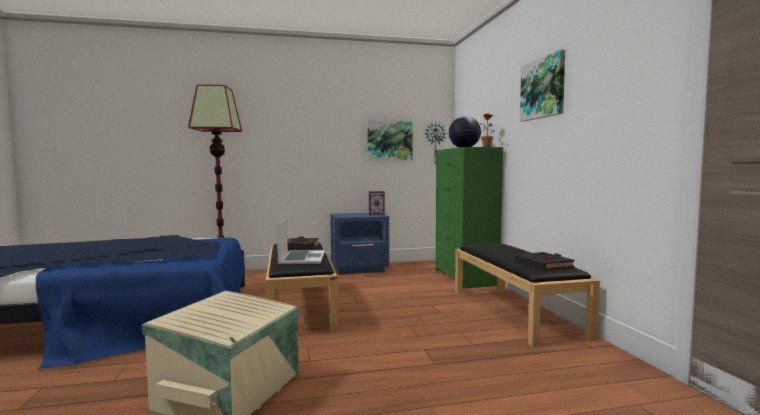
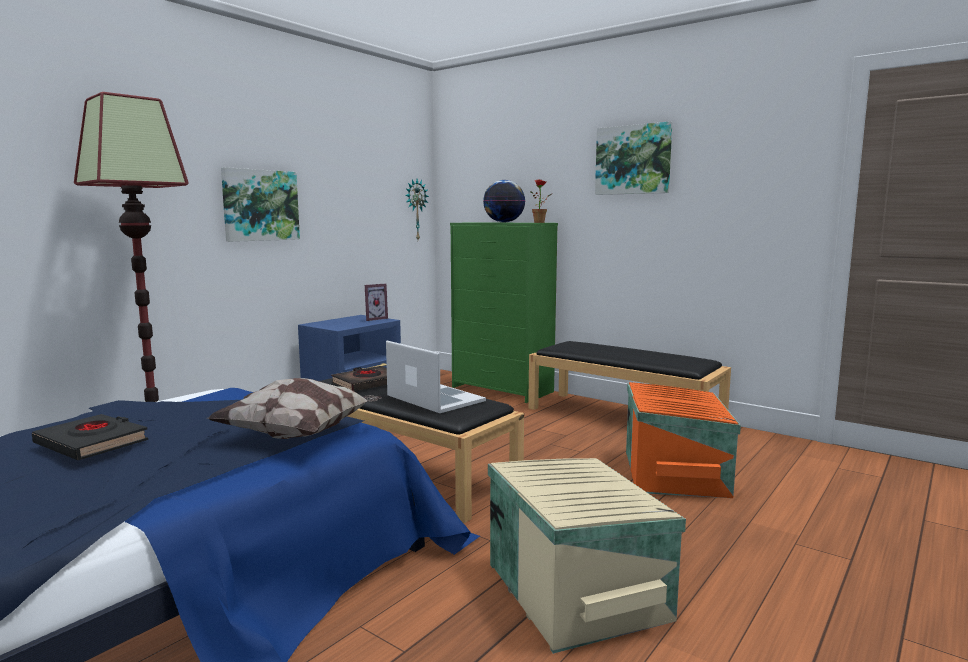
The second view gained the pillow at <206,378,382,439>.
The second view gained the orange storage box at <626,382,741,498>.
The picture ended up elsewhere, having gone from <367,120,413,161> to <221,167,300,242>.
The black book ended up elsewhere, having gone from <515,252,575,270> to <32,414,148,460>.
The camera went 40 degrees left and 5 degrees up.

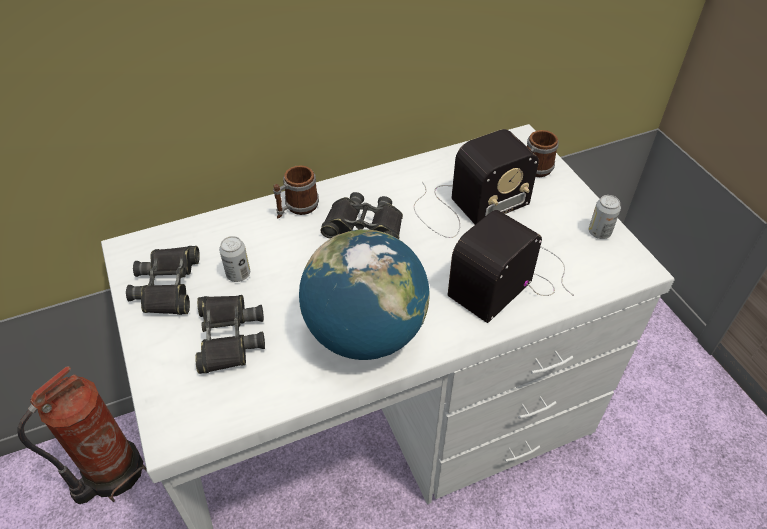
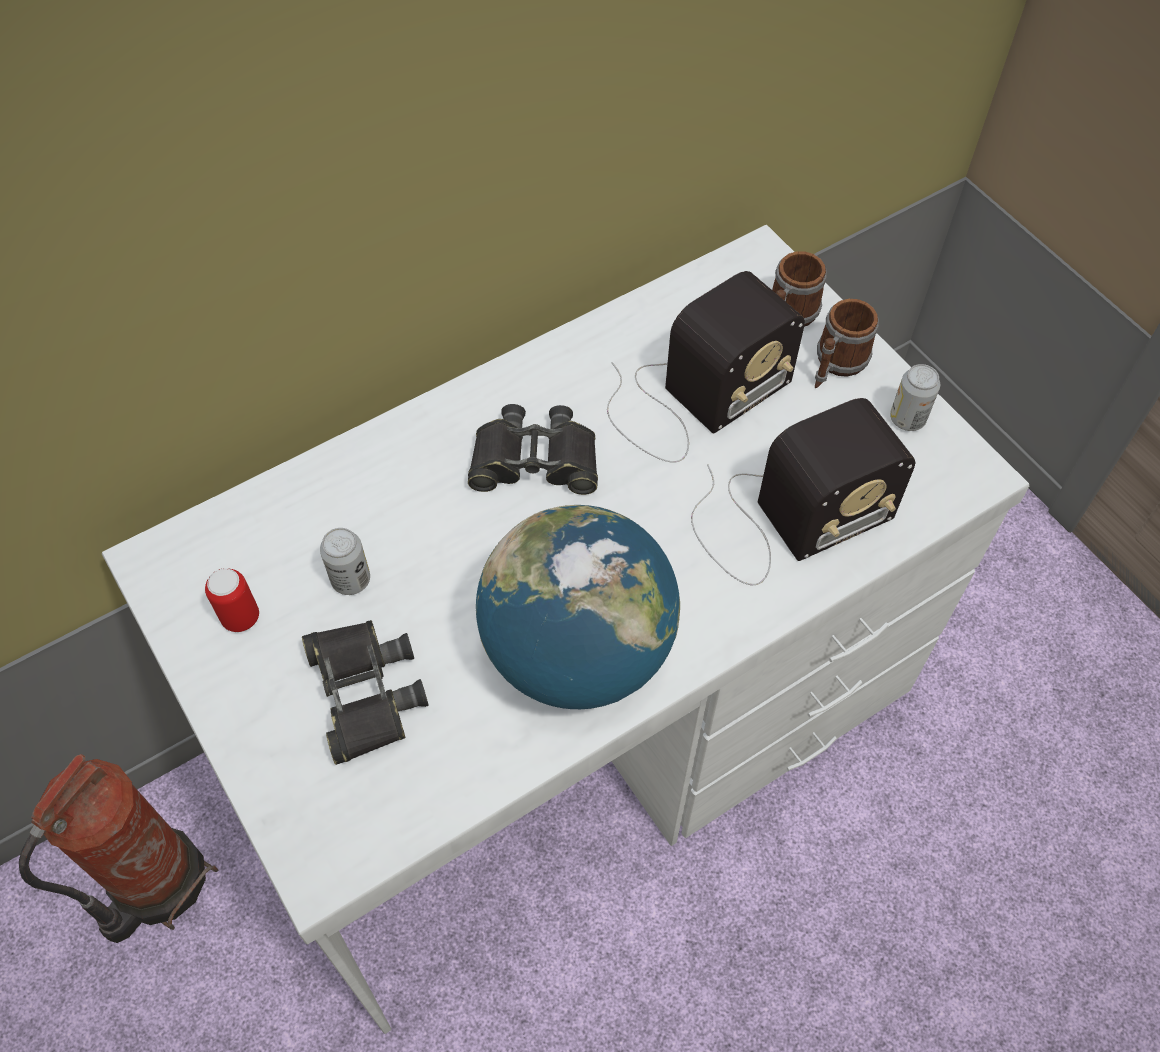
The mug ended up elsewhere, having gone from <273,165,319,219> to <815,299,879,388>.
Where the black binoculars stood at <126,246,200,315>, the can came to stand at <205,568,259,632>.
The radio at <448,210,573,323> ended up facing another way, 150 degrees counterclockwise from before.
The camera went 10 degrees left and 10 degrees up.

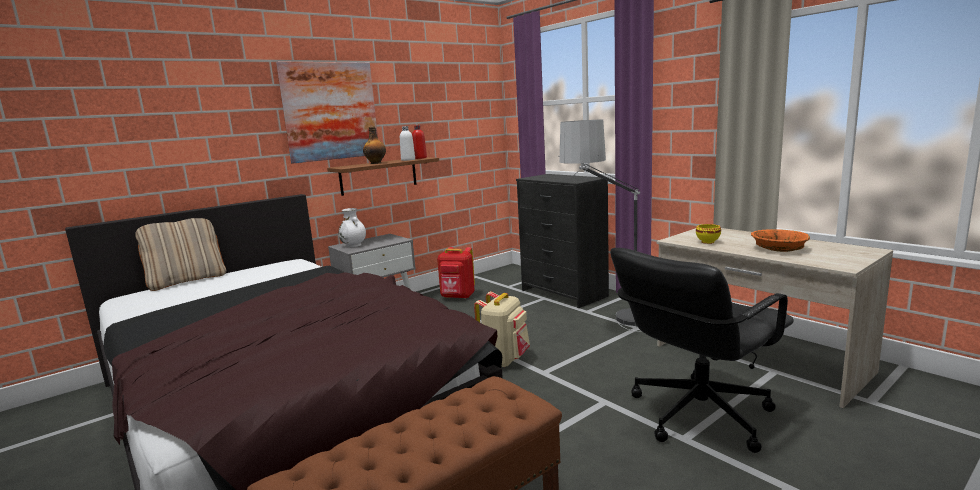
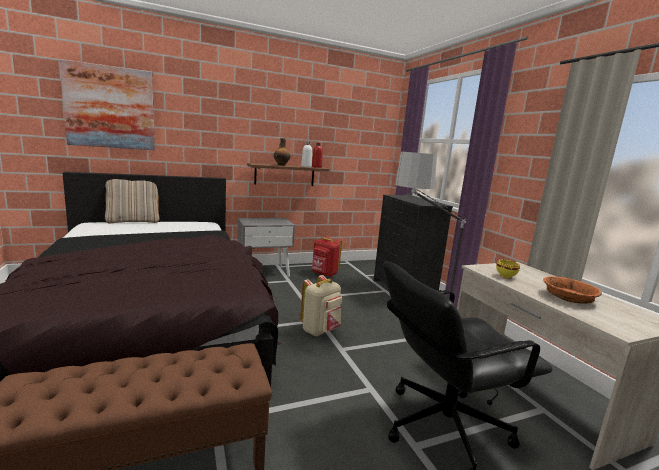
The second view lost the white vase at <338,208,366,248>.
The picture ended up elsewhere, having gone from <276,61,378,163> to <59,59,155,150>.
The camera went 15 degrees right and 0 degrees up.

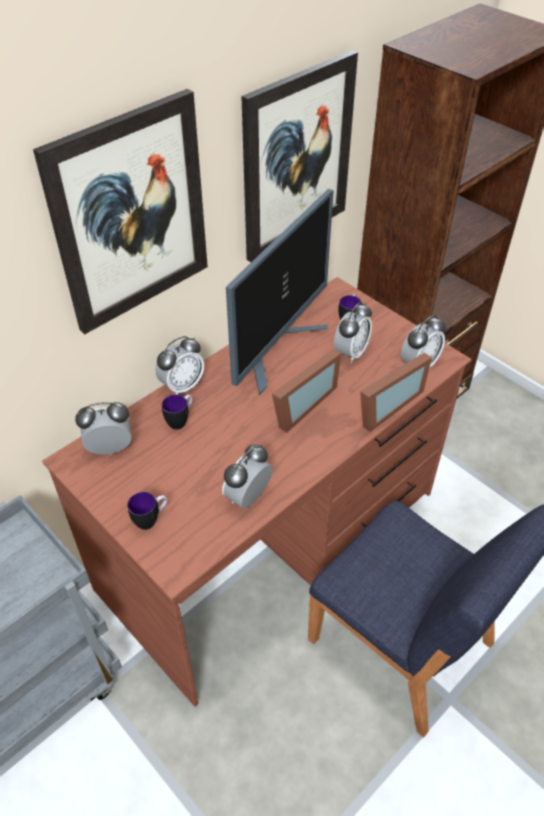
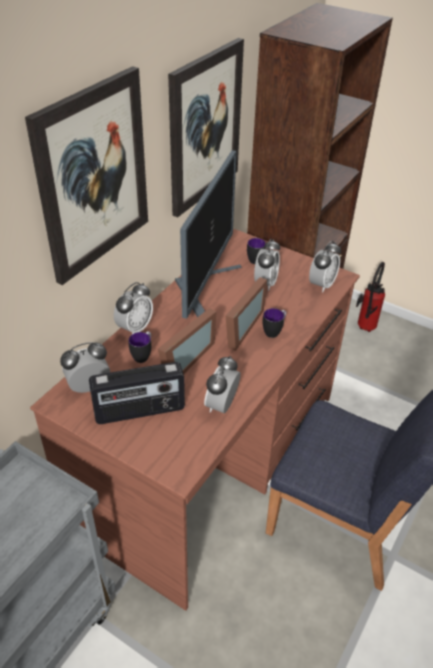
The second view gained the radio at <89,362,185,424>.
The second view gained the fire extinguisher at <356,262,385,332>.
The mug ended up elsewhere, having gone from <127,492,167,530> to <262,308,286,338>.
The picture frame ended up elsewhere, having gone from <360,353,432,432> to <158,308,216,374>.
The camera went 15 degrees left and 5 degrees down.

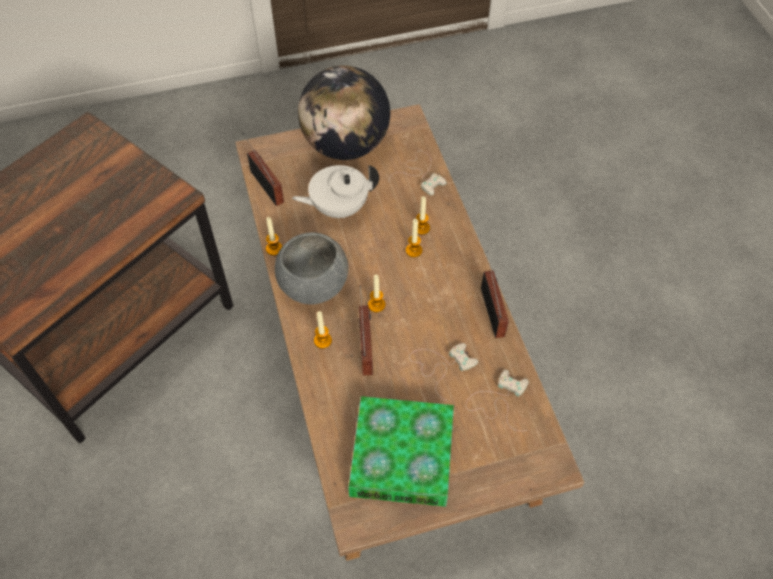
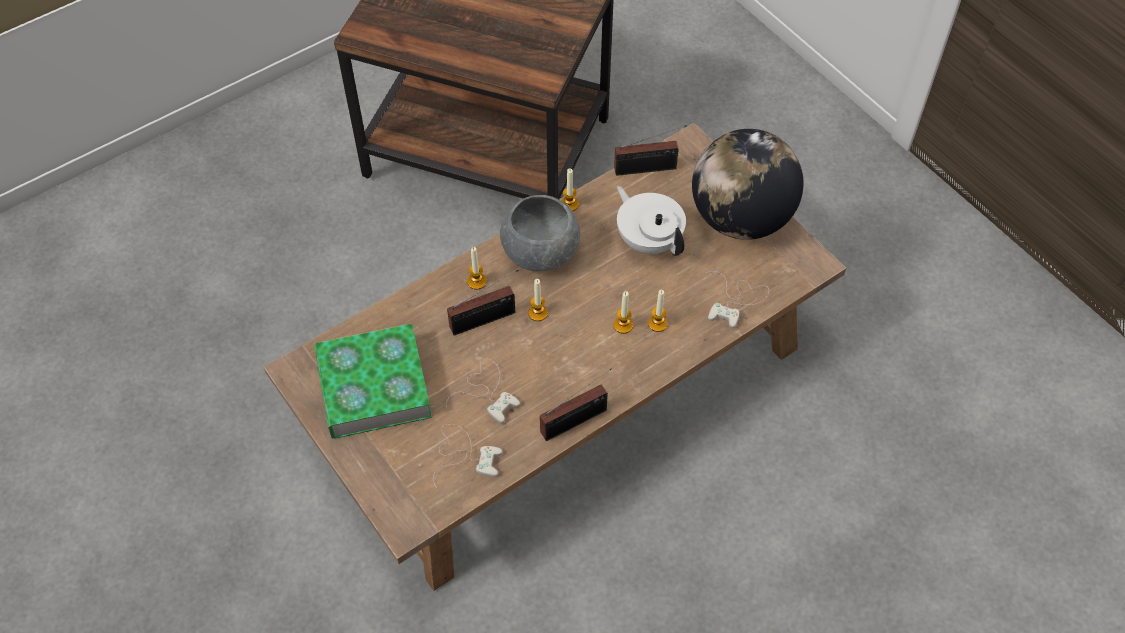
The radio at <243,133,284,206> ended up facing another way, 45 degrees clockwise from before.
The camera went 70 degrees right and 0 degrees up.

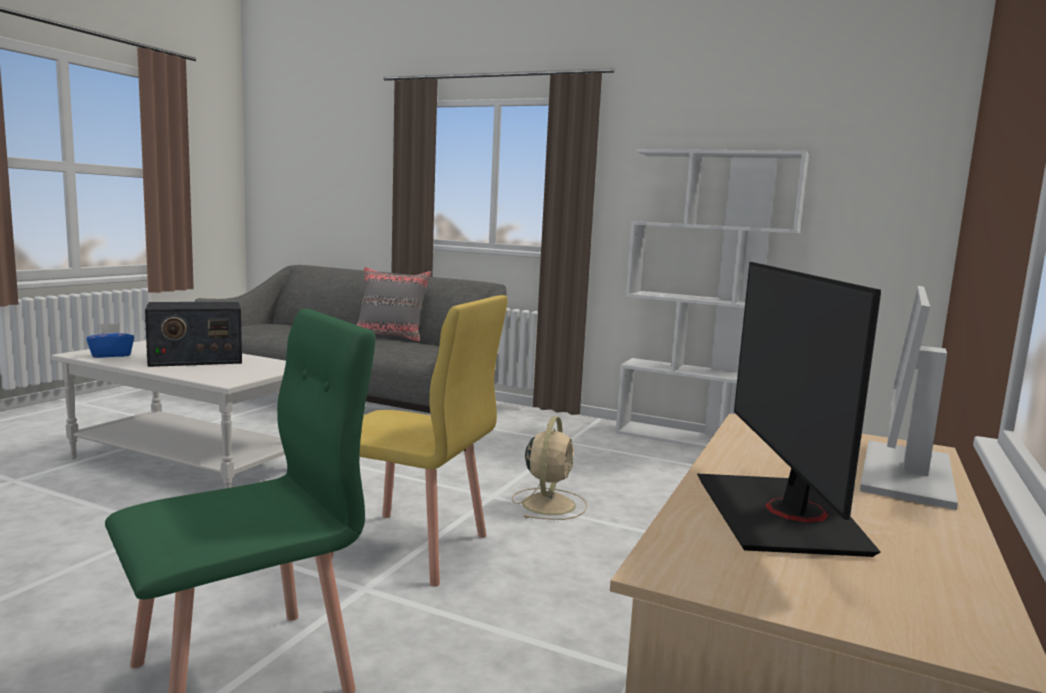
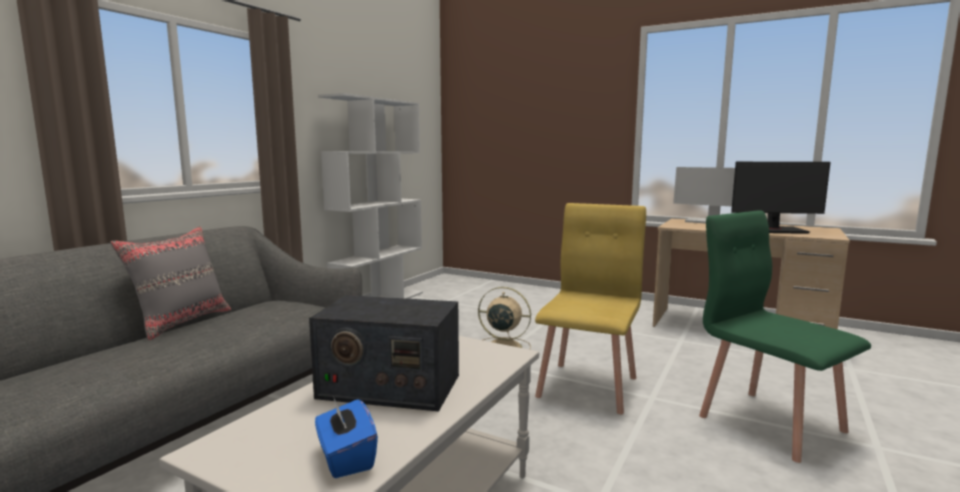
The radio at <145,302,242,367> ended up facing another way, 120 degrees clockwise from before.
The camera went 85 degrees left and 0 degrees up.

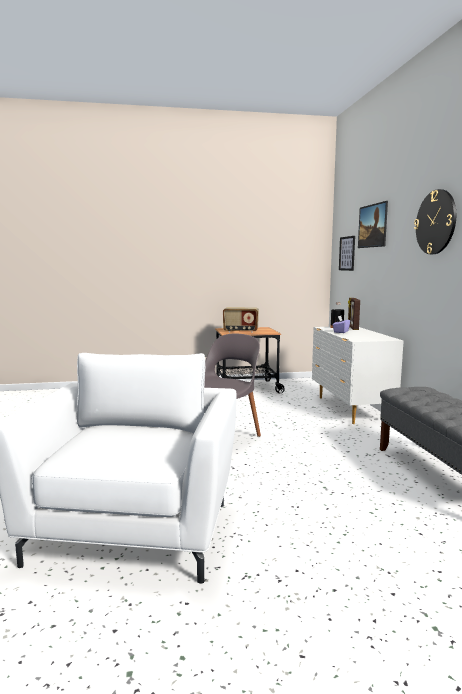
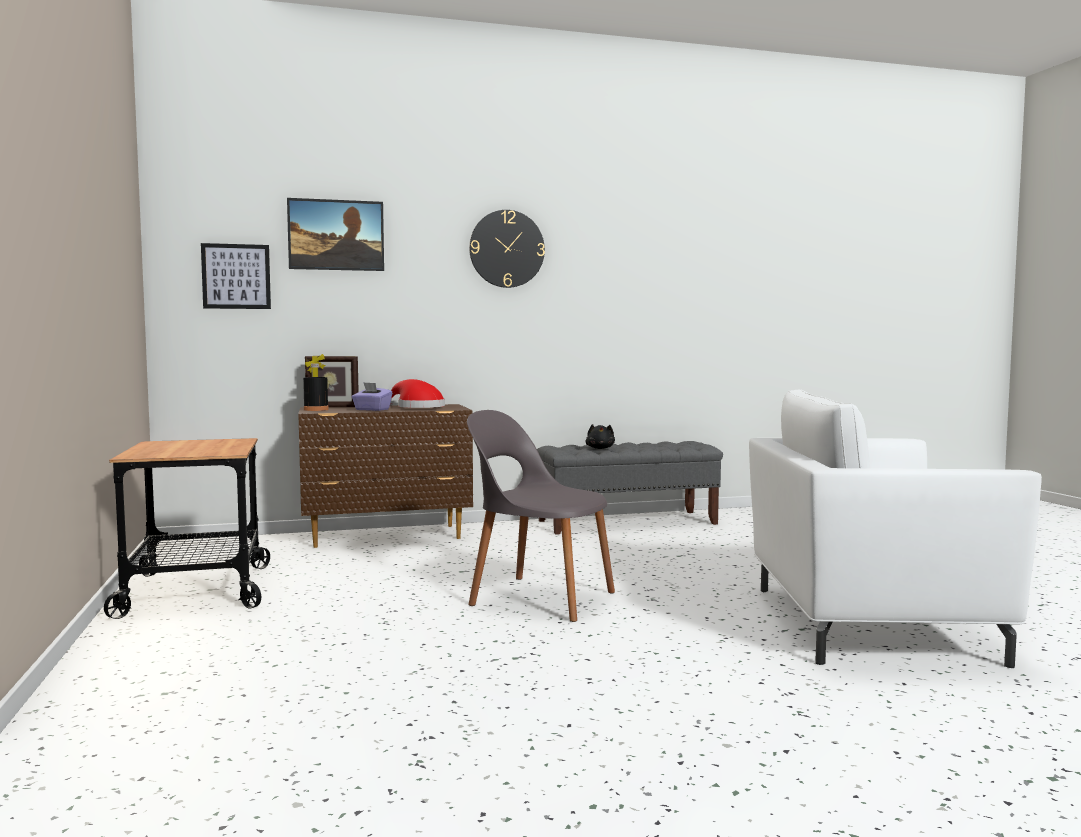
The second view lost the radio at <223,307,259,333>.
The second view gained the red hat at <390,379,445,408>.
The second view gained the black plush toy at <586,424,615,449>.
What was the white dresser at <312,327,404,424> turned into the brown dresser at <298,404,473,548>.
The camera went 95 degrees left and 5 degrees down.

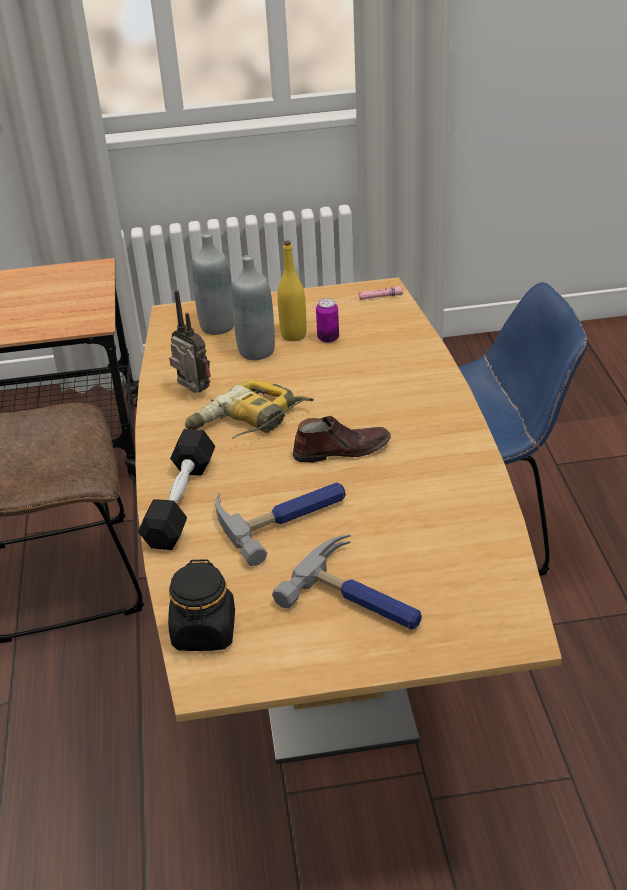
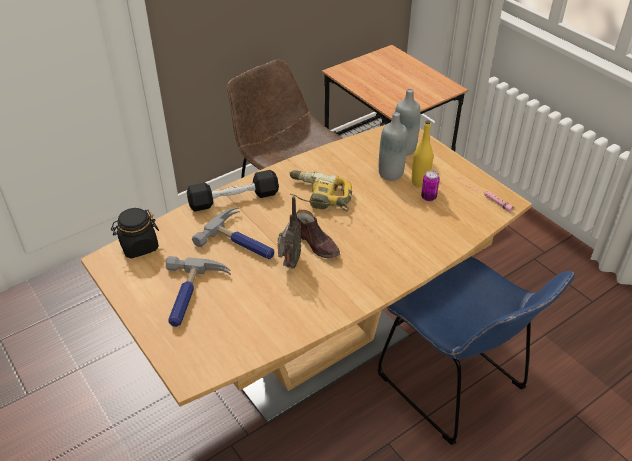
The radio ended up elsewhere, having gone from <169,290,211,393> to <278,196,301,269>.
The camera went 60 degrees right and 5 degrees up.

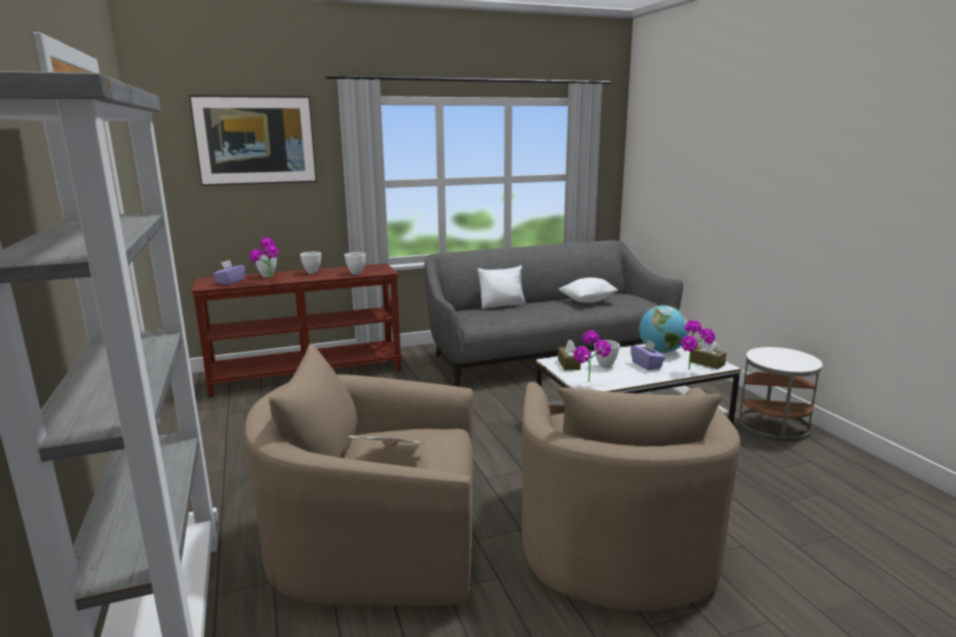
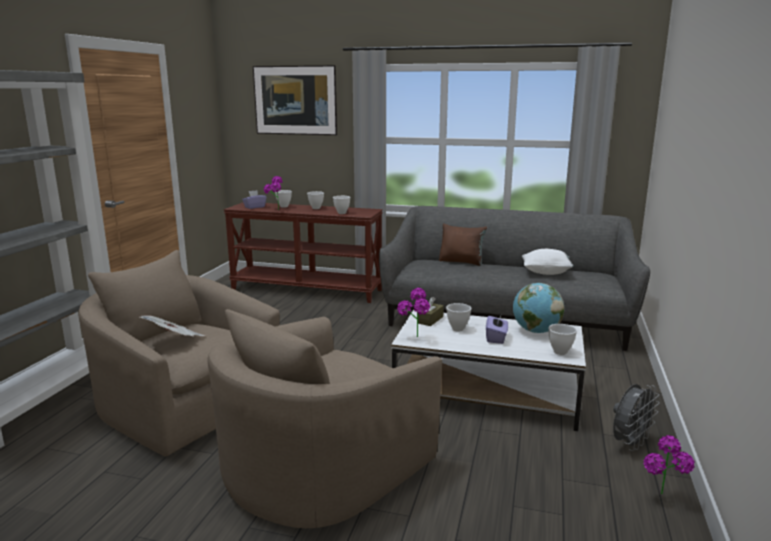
The potted plant ended up elsewhere, having gone from <681,320,715,370> to <644,435,695,494>.
Where the brown tissue box stood at <689,340,726,369>, the white bowl came to stand at <548,324,577,355>.
Where the white side table stood at <738,347,823,442>, the grey fan came to stand at <613,384,660,451>.
What was the white pillow at <477,265,526,309> turned into the brown pillow at <439,224,487,266>.
The camera went 35 degrees right and 0 degrees up.

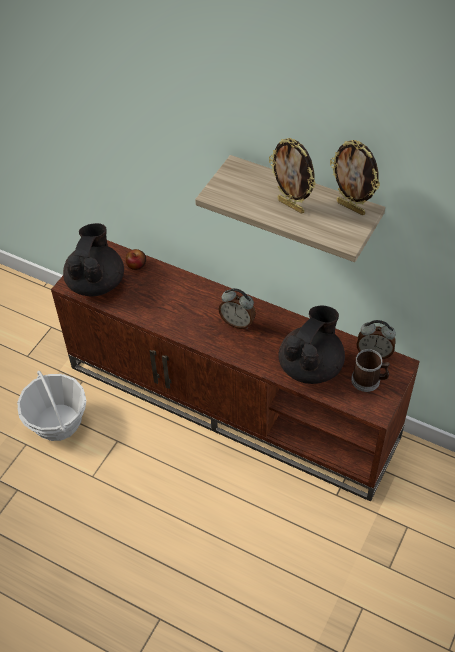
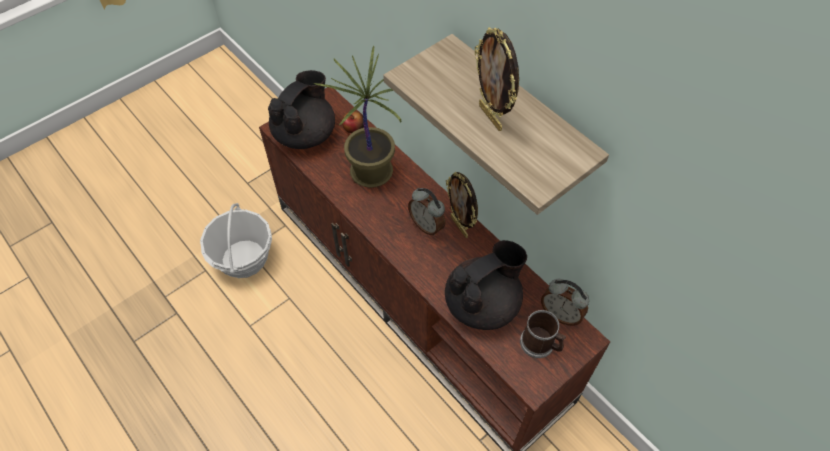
The second view gained the potted plant at <314,46,401,188>.
The picture frame ended up elsewhere, having gone from <330,140,380,215> to <446,172,478,238>.
The camera went 20 degrees right and 5 degrees up.

